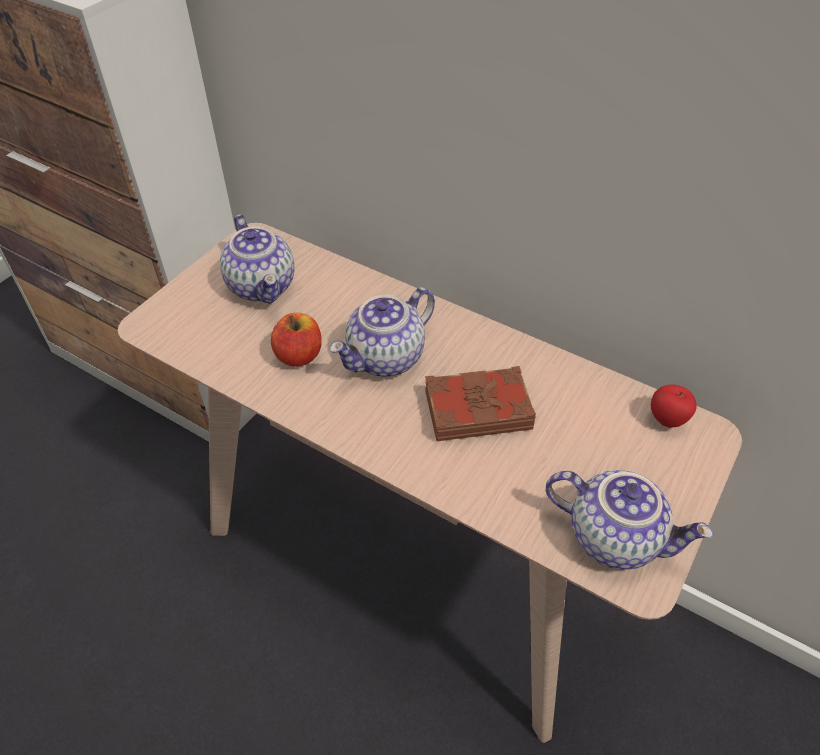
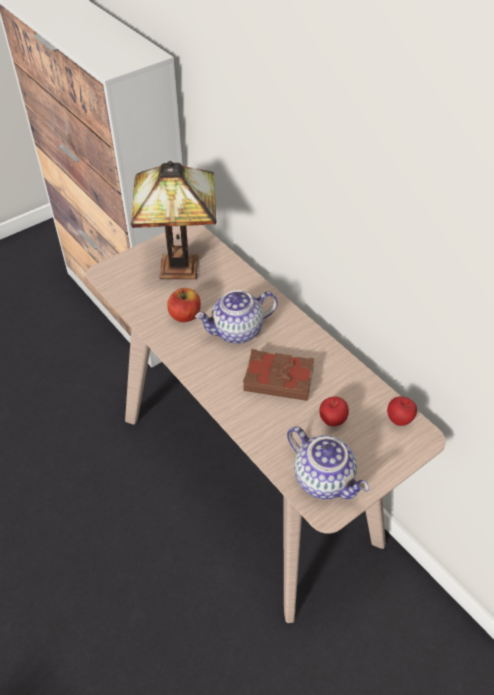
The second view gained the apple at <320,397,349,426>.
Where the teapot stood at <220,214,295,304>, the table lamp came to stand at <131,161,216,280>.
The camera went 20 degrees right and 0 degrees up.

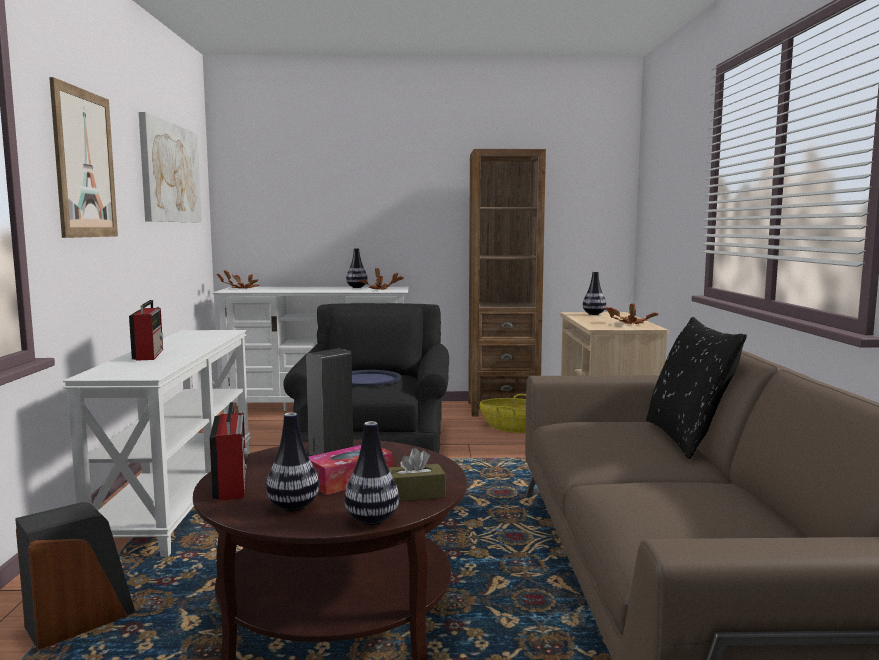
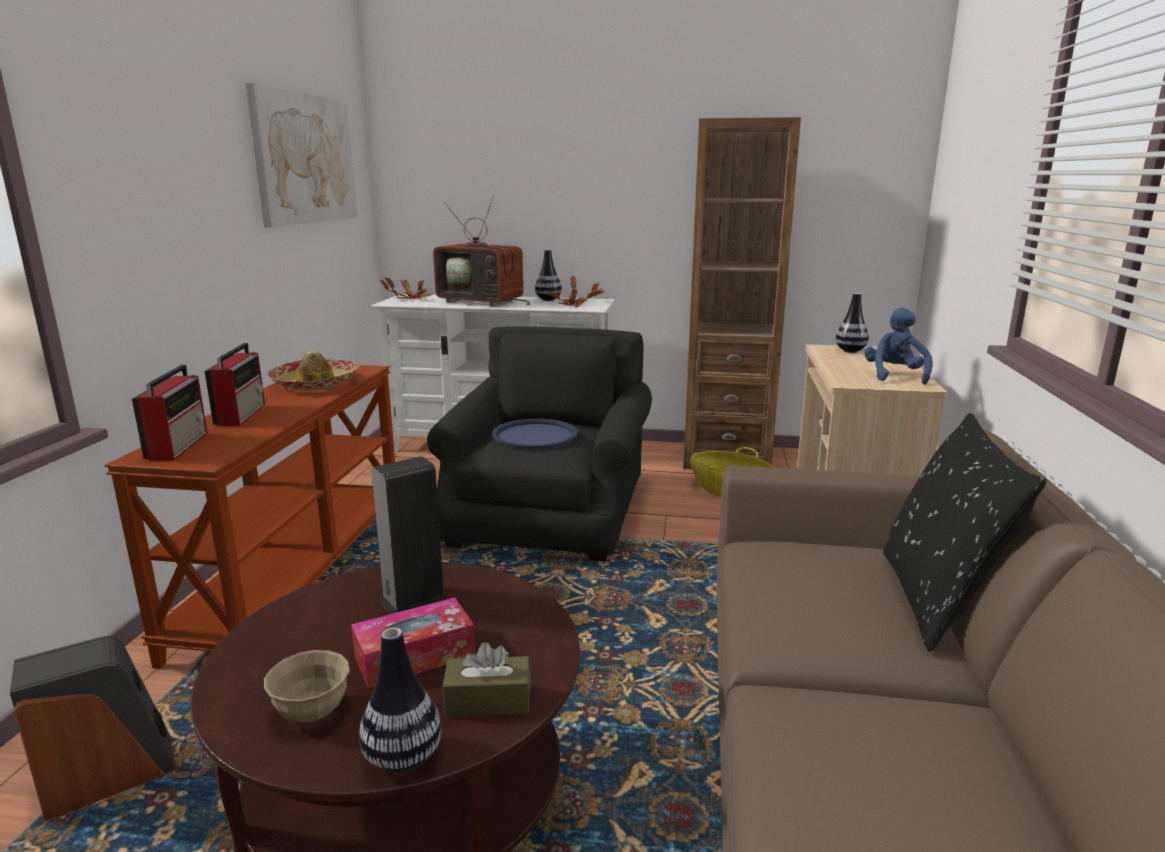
The second view lost the picture at <49,77,118,238>.
The second view gained the hat at <268,350,359,391>.
The second view gained the television at <433,196,530,306>.
The radio ended up elsewhere, having gone from <210,402,248,501> to <132,365,207,461>.
Where the vase stood at <266,412,319,512>, the beige bowl came to stand at <264,650,350,722>.
Where the potted plant stood at <605,303,659,324>, the blue plush toy came to stand at <864,307,933,385>.
What was the white console table at <63,330,251,557> turned into the brown console table at <105,365,395,669>.
The camera went 10 degrees right and 10 degrees up.

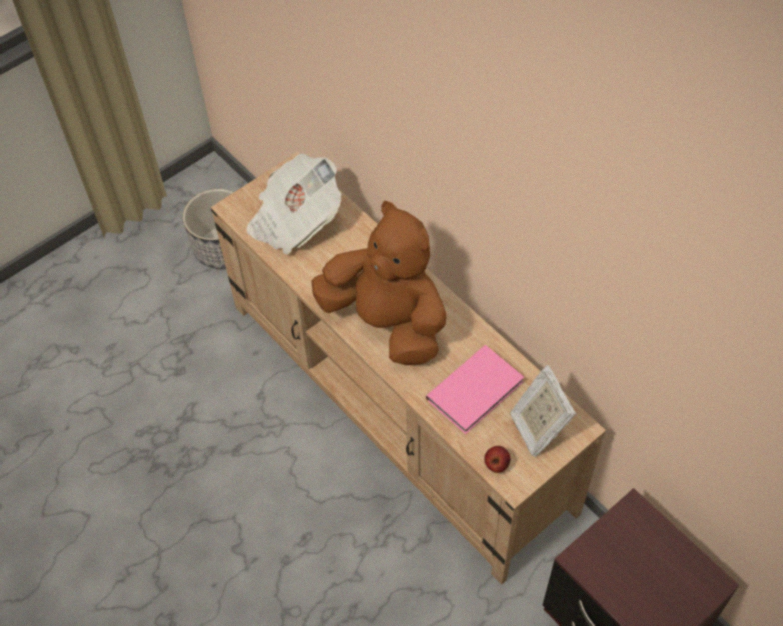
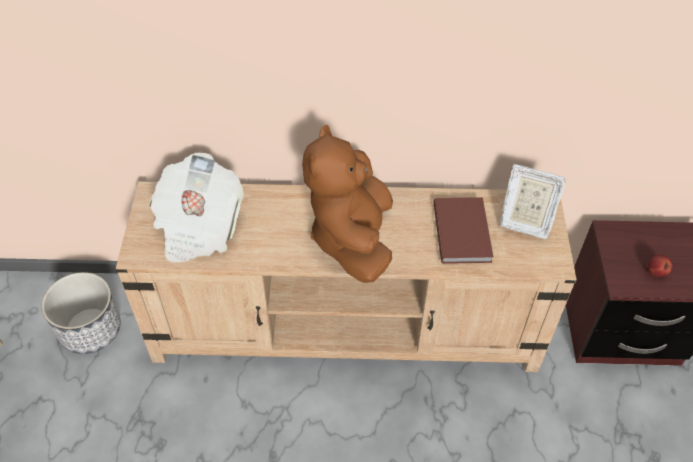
The apple ended up elsewhere, having gone from <484,446,510,473> to <648,254,673,277>.
What was the pink book at <426,345,524,434> turned into the brown book at <433,197,493,264>.
The brown plush toy at <311,201,447,365> ended up facing another way, 75 degrees counterclockwise from before.
The camera went 50 degrees left and 5 degrees down.

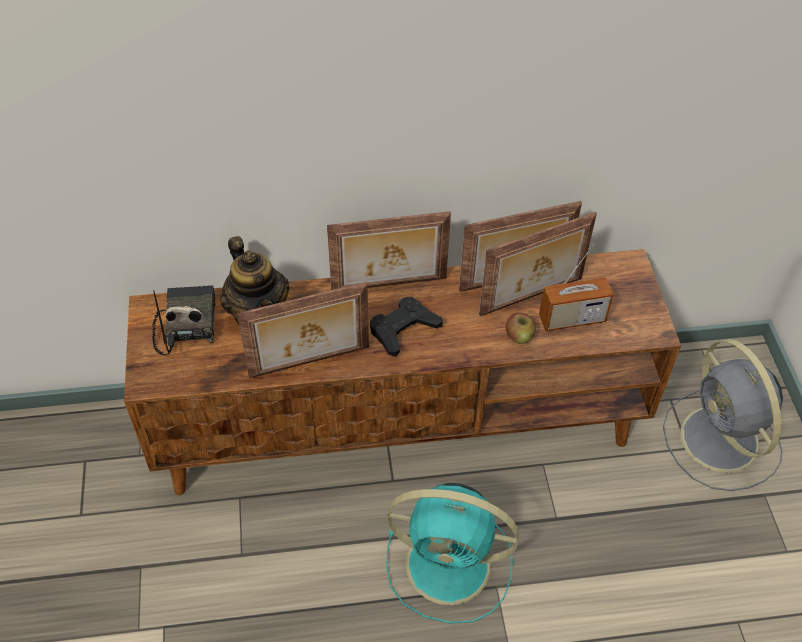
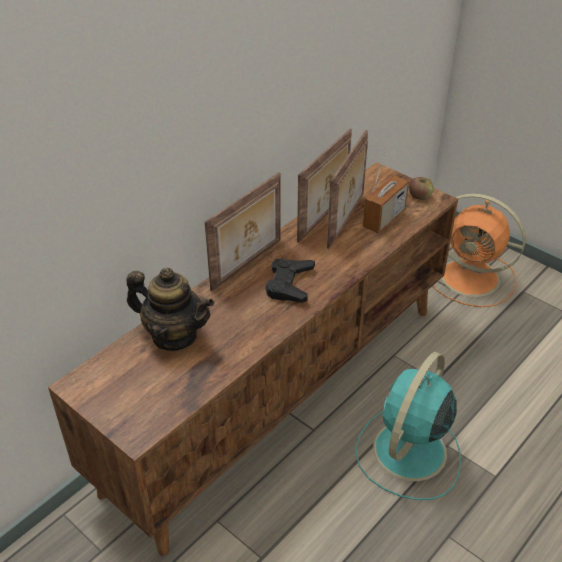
The second view lost the radio at <152,285,216,355>.
The second view lost the picture frame at <237,282,369,378>.
The apple ended up elsewhere, having gone from <506,313,536,344> to <409,177,434,200>.
What was the grey fan at <663,339,783,491> turned into the orange fan at <433,193,525,307>.
The turquoise fan at <386,483,519,623> ended up facing another way, 150 degrees clockwise from before.
The camera went 40 degrees left and 10 degrees down.

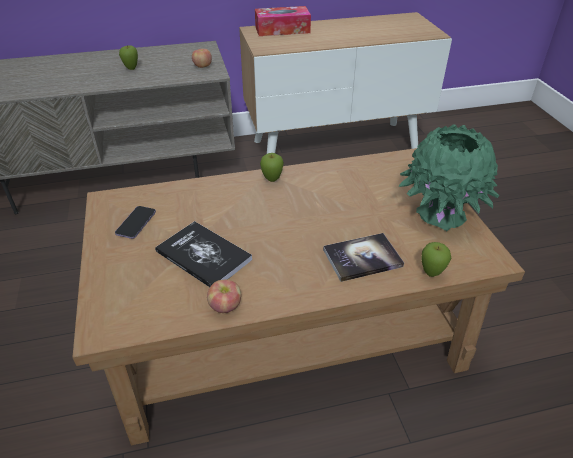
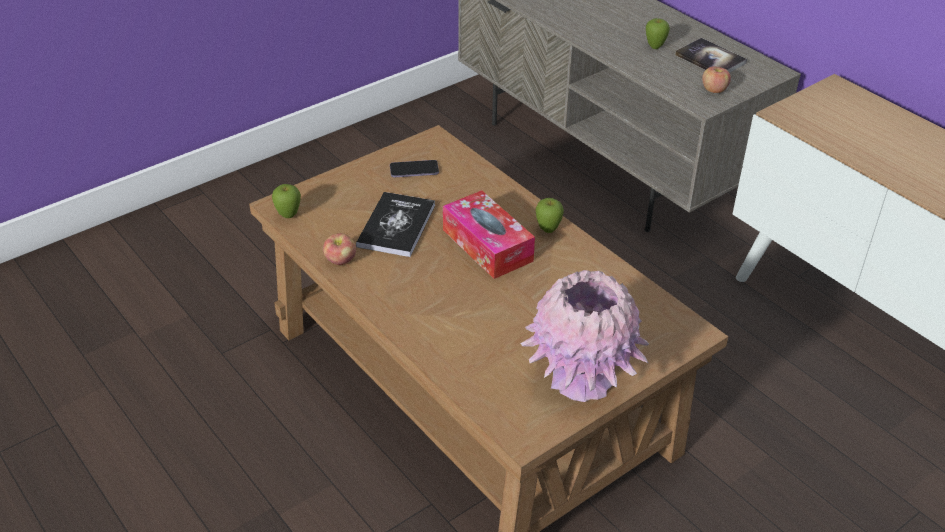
The tissue box ended up elsewhere, having gone from <255,6,311,36> to <443,191,535,279>.
The book ended up elsewhere, having gone from <323,233,404,282> to <675,38,747,73>.
The apple ended up elsewhere, having gone from <421,242,451,277> to <272,184,301,218>.
What was the green vase at <399,124,499,231> turned into the pink vase at <521,270,649,402>.
The camera went 65 degrees right and 0 degrees up.

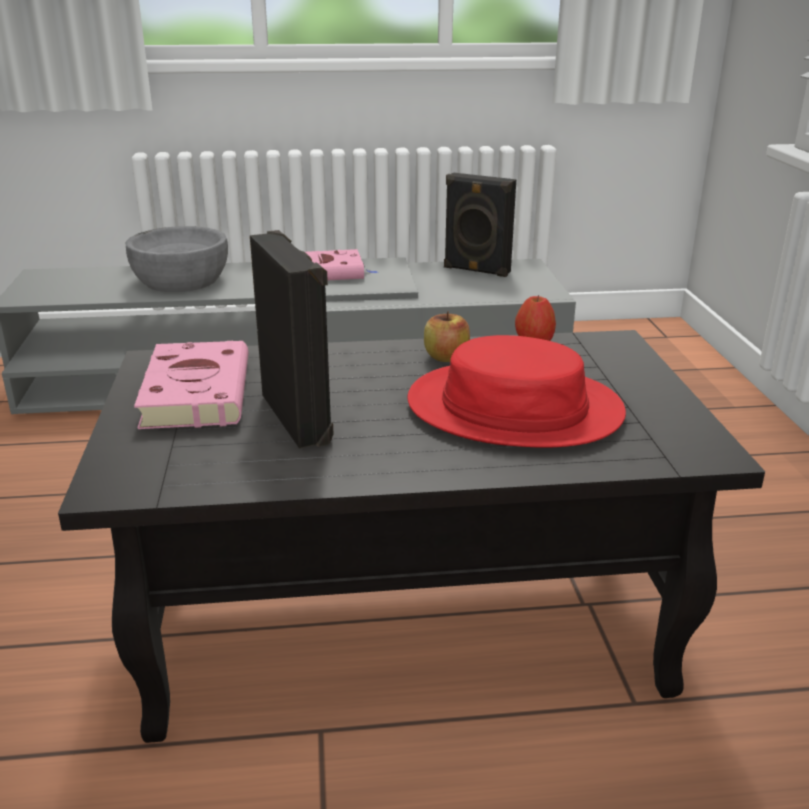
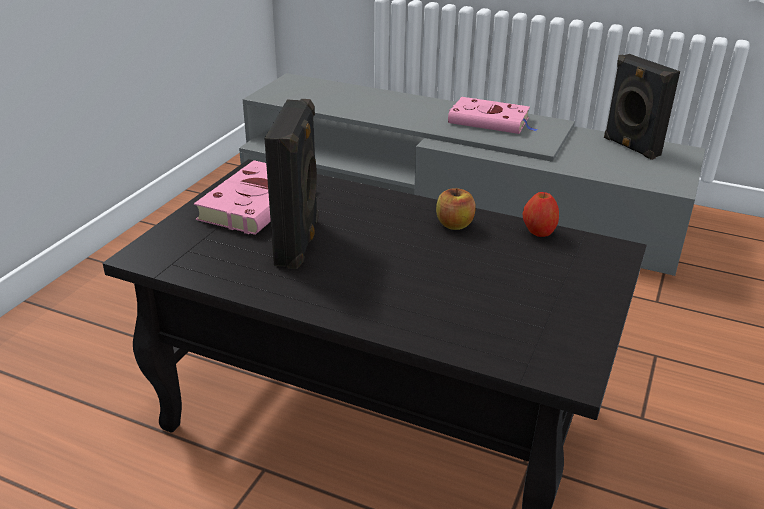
The second view lost the grey bowl at <126,226,228,292>.
The second view lost the red hat at <407,335,626,448>.
The camera went 30 degrees right and 5 degrees up.

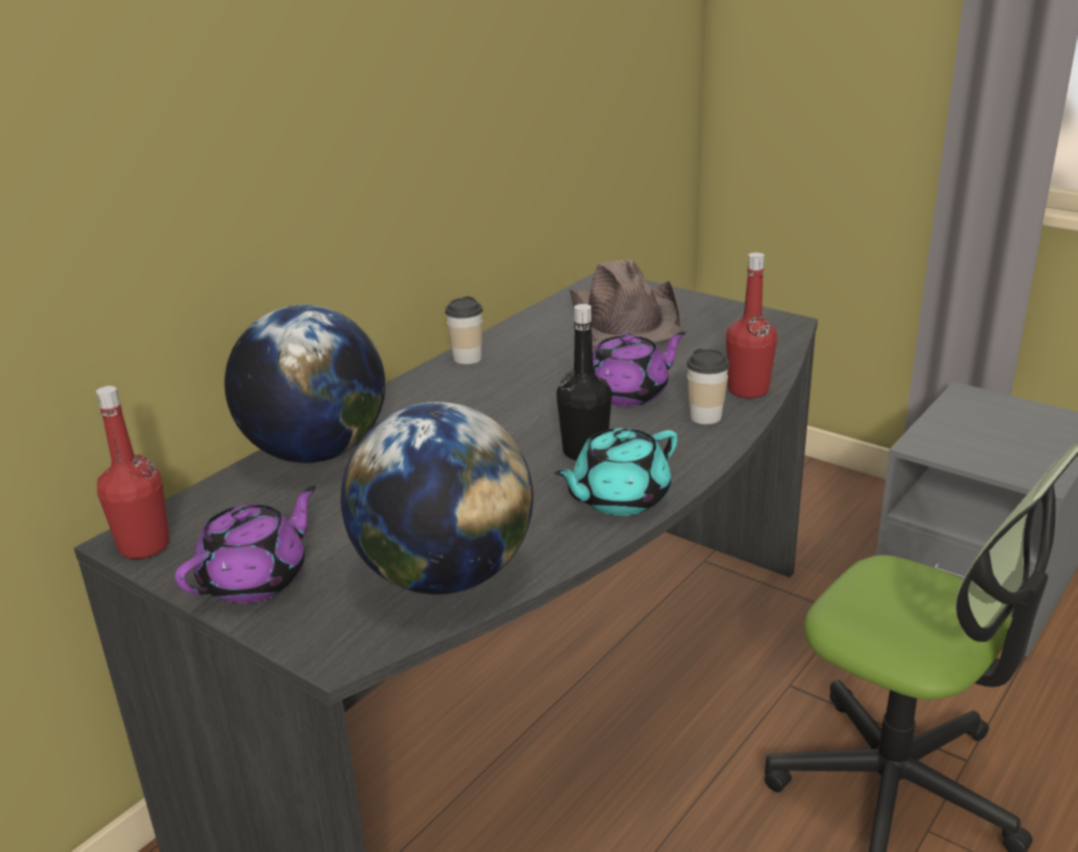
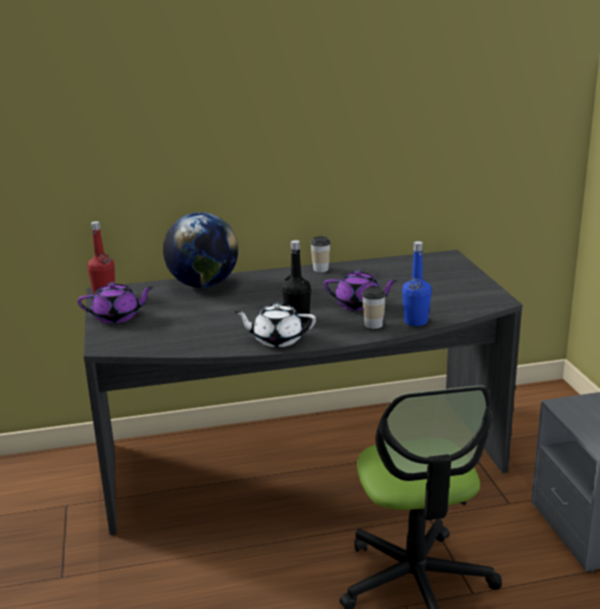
The second view lost the globe at <341,402,533,594>.
The second view lost the brown hat at <570,260,681,347>.
What was the turquoise teapot at <554,428,678,515> turned into the white teapot at <234,303,316,347>.
What was the red bottle at <726,252,777,398> turned into the blue bottle at <402,241,432,326>.
The camera went 40 degrees right and 5 degrees down.

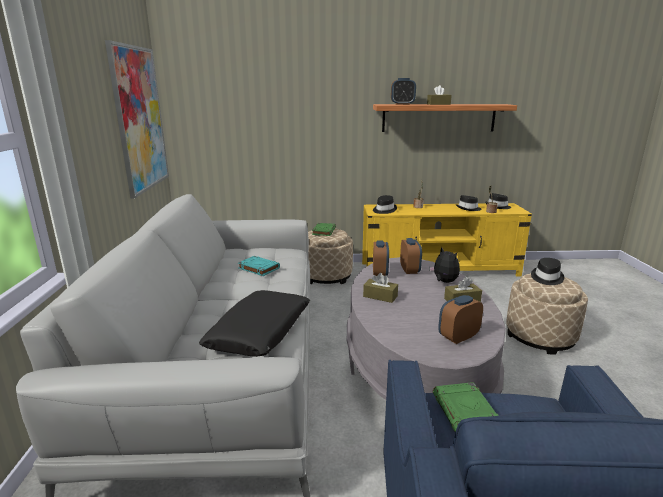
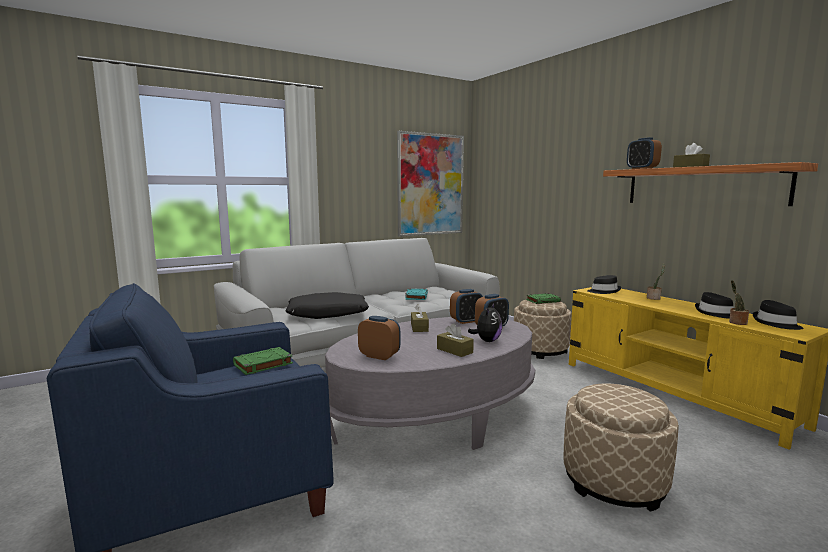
The second view lost the black hat at <531,258,564,285>.
The camera went 60 degrees right and 10 degrees down.

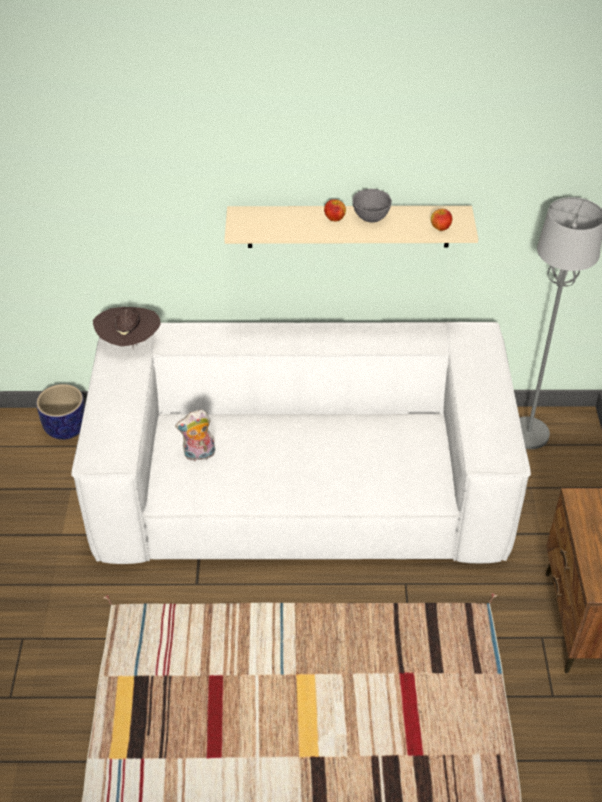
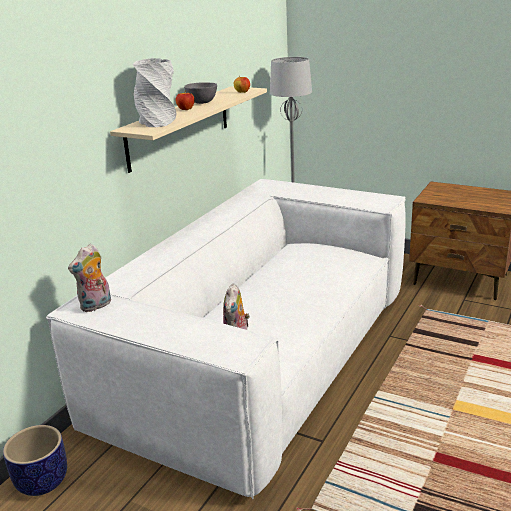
The second view gained the grey vase at <132,58,176,127>.
Where the brown hat stood at <93,307,161,349>, the plush toy came to stand at <68,244,111,312>.
The camera went 60 degrees left and 20 degrees down.

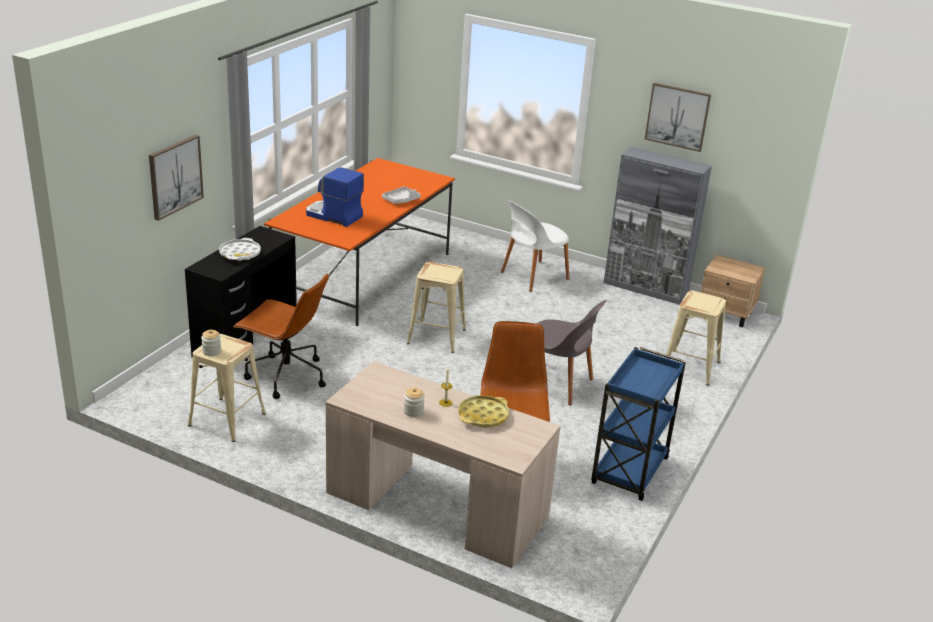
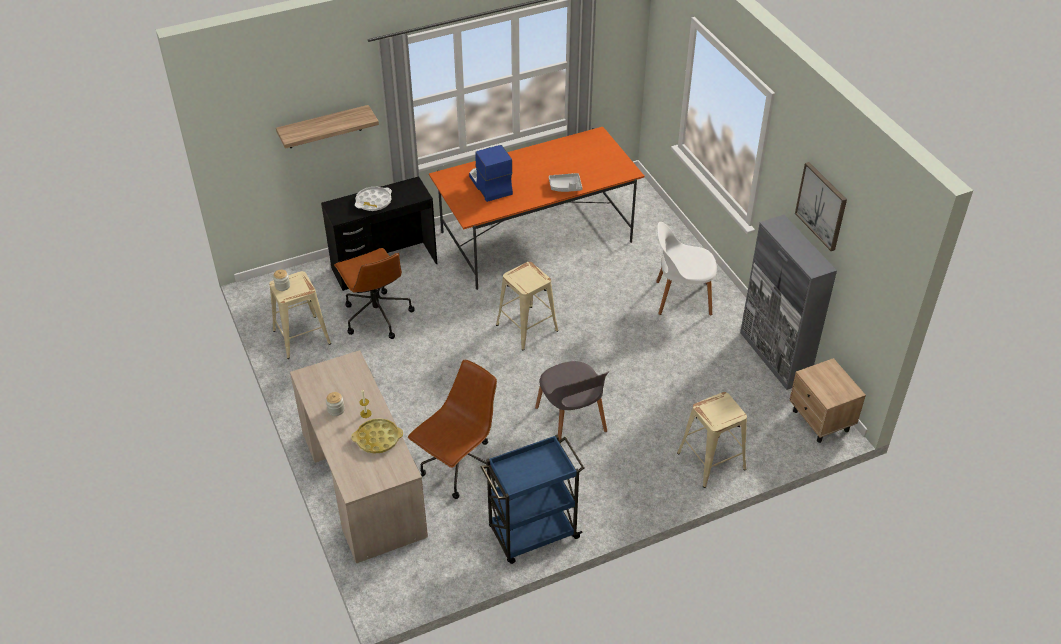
Where the picture hung at <149,135,204,221>, the shelf came to hang at <276,105,379,149>.
The camera went 40 degrees right and 15 degrees up.

